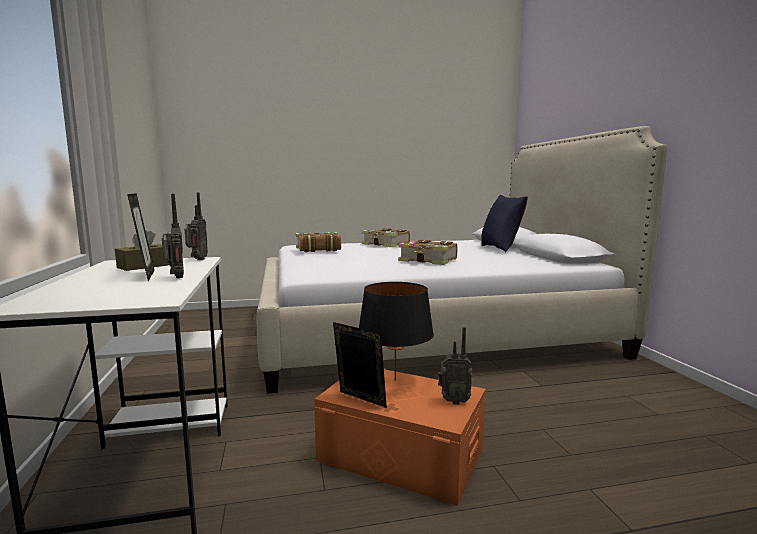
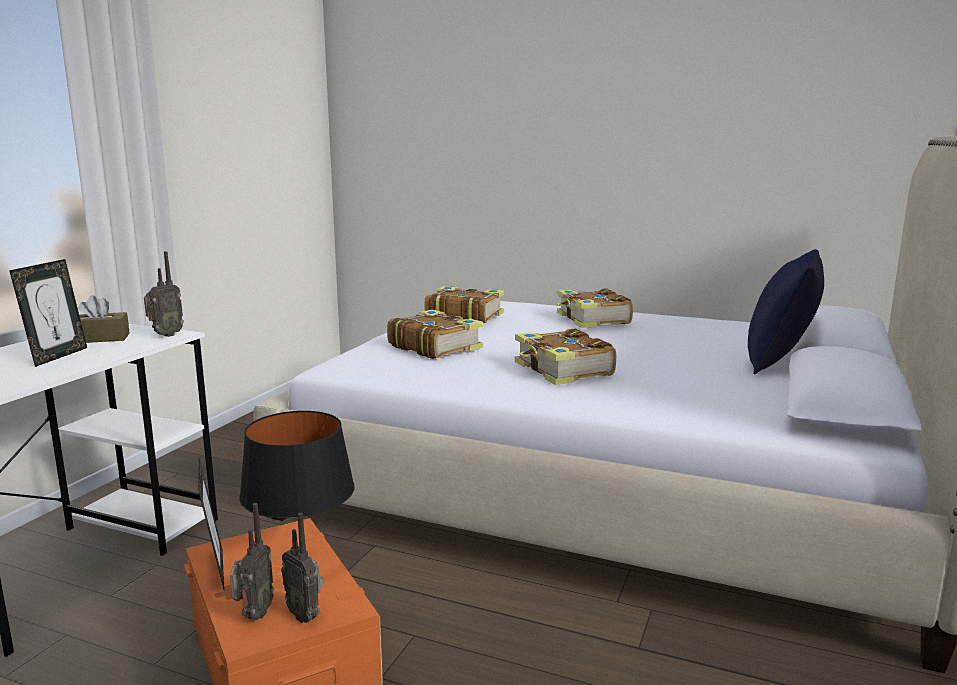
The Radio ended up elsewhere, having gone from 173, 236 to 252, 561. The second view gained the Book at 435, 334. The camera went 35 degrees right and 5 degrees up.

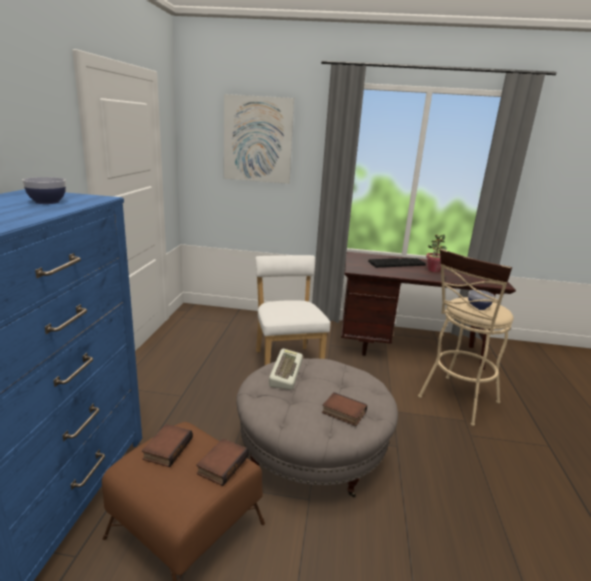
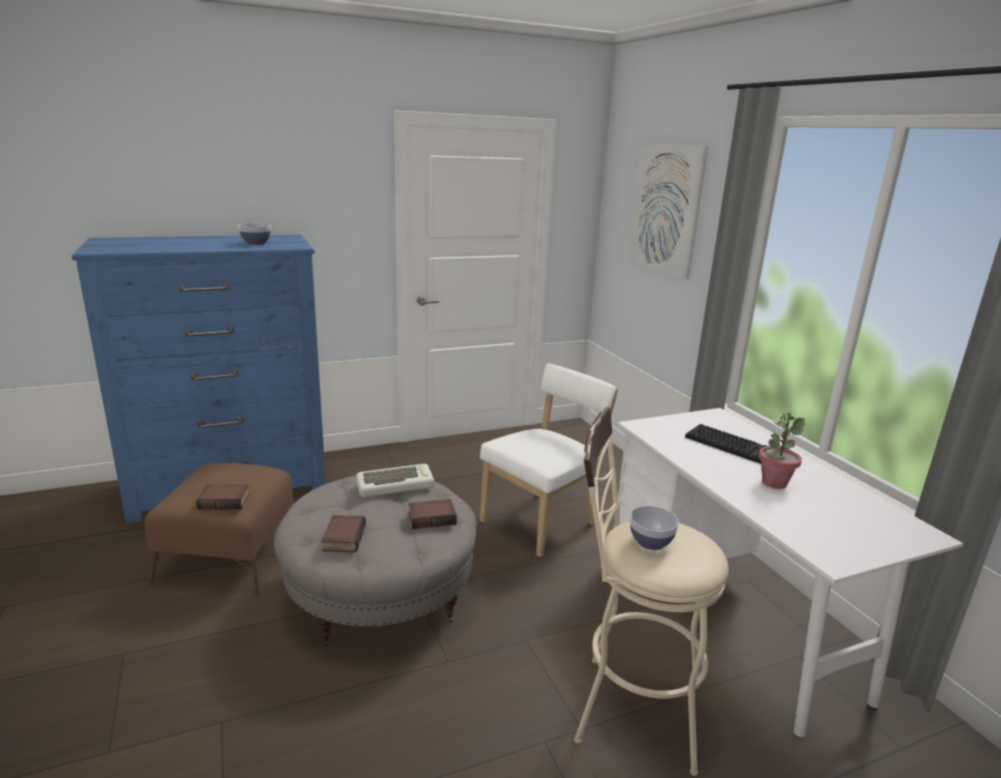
What was the BrownDesk at 428, 311 turned into the WhiteDesk at 788, 572. The Book ended up elsewhere, having gone from 167, 445 to 432, 514. The camera went 60 degrees right and 0 degrees up.

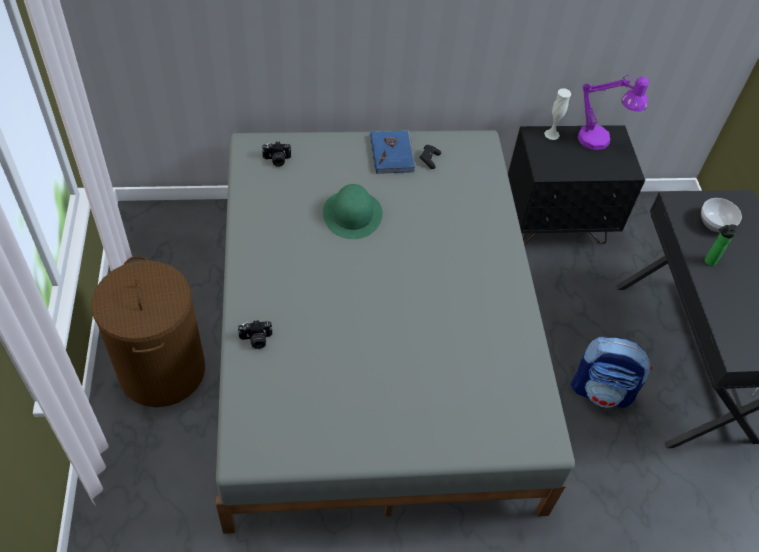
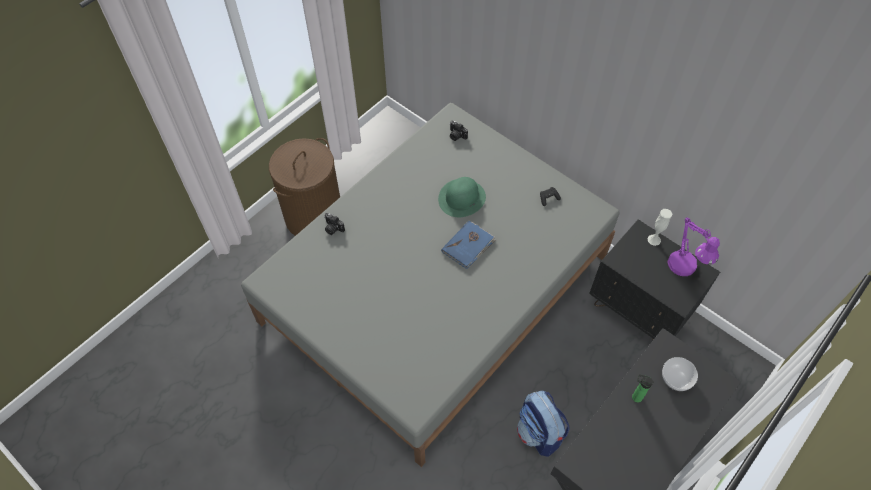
The BlueBook ended up elsewhere, having gone from 392, 152 to 468, 245. The camera went 50 degrees right and 5 degrees up.

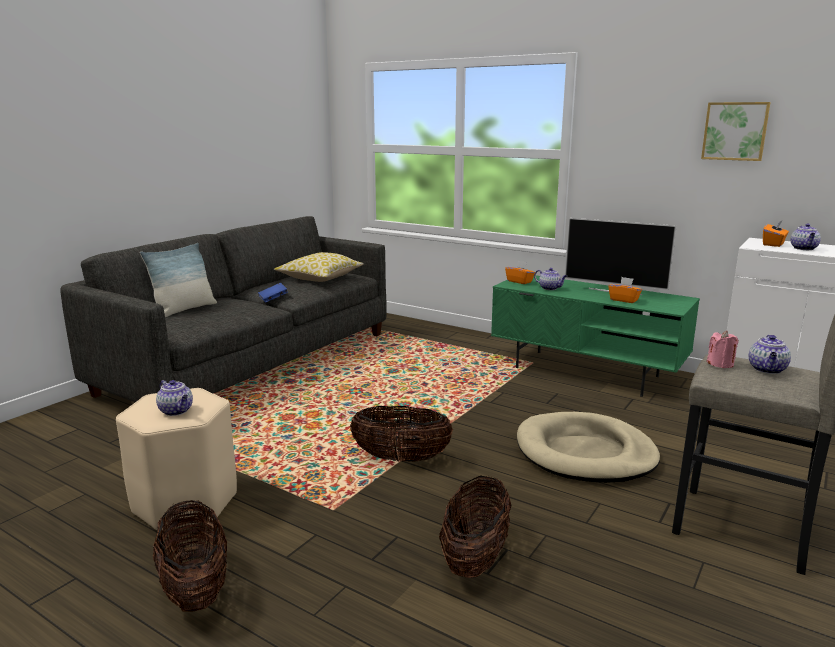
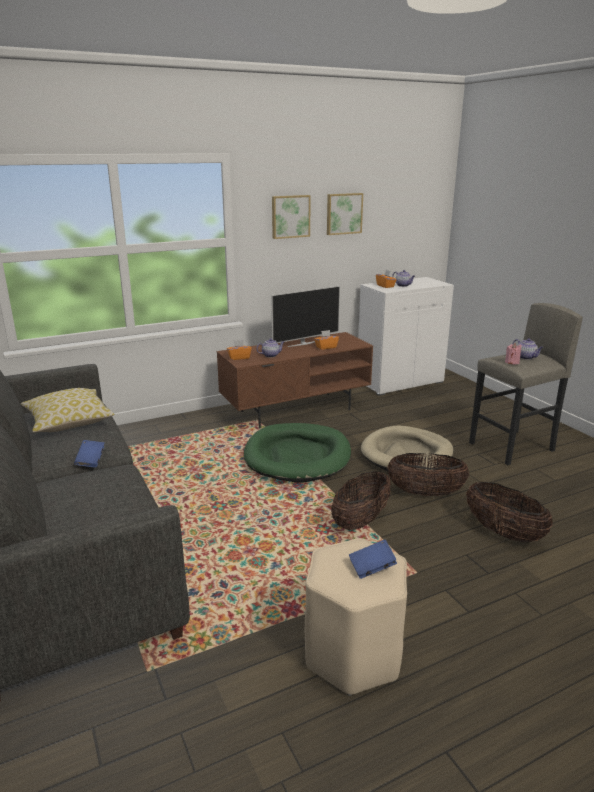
The second view lost the Pillow at 178, 280. What was the GreenTvStand at 595, 336 turned into the BrownTvStand at 295, 380. Where the Teapot stood at 174, 398, the BlueBook came to stand at 373, 559. The Basket ended up elsewhere, having gone from 190, 556 to 428, 474. The second view gained the Picture at 291, 217. The second view gained the GreenDogBed at 297, 453. The camera went 60 degrees left and 5 degrees up.

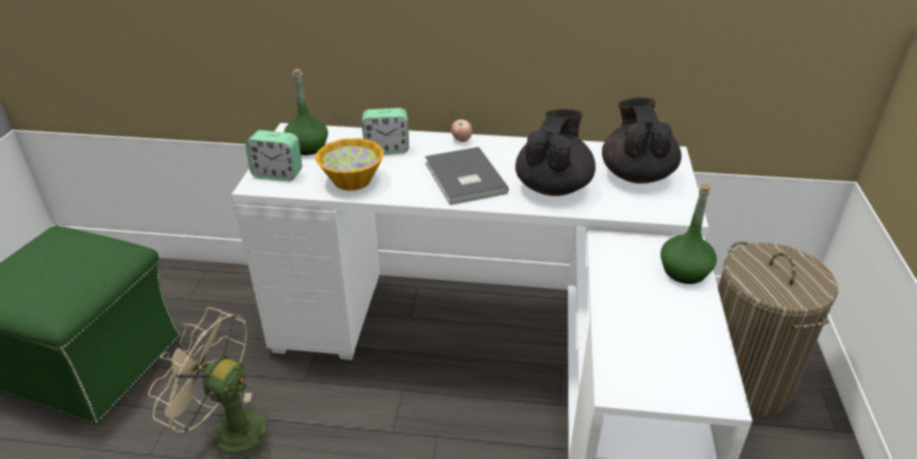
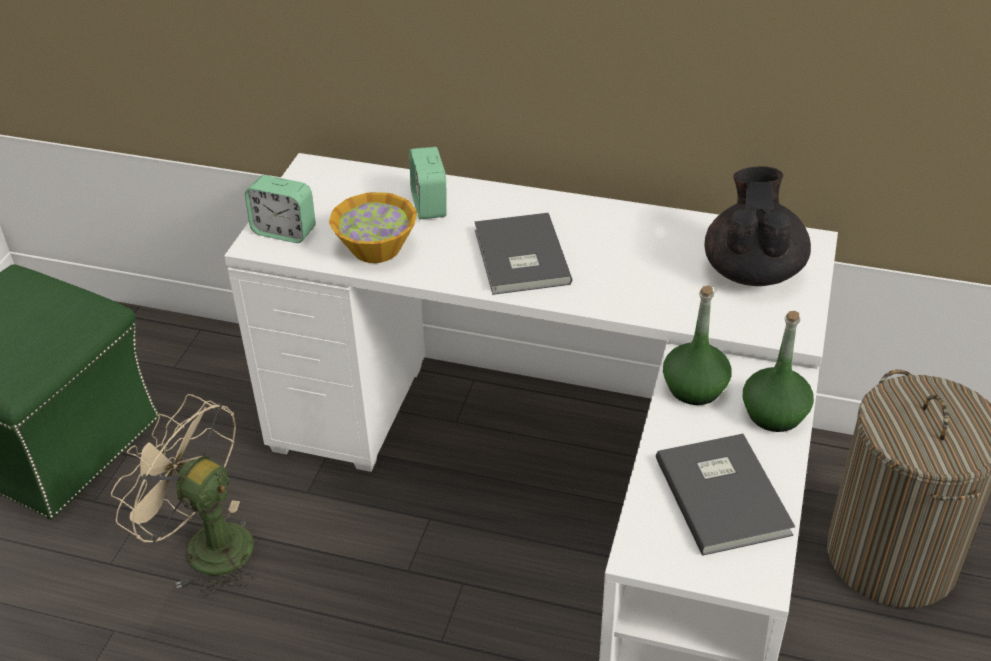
The GreenBottle ended up elsewhere, having gone from 306, 112 to 697, 345. The AlarmClock at 385, 131 ended up facing another way, 75 degrees clockwise from before. The second view lost the BlackTeapot at 555, 152. The second view lost the Apple at 461, 131. The second view gained the GreyBook at 725, 495. The camera went 10 degrees right and 5 degrees up.

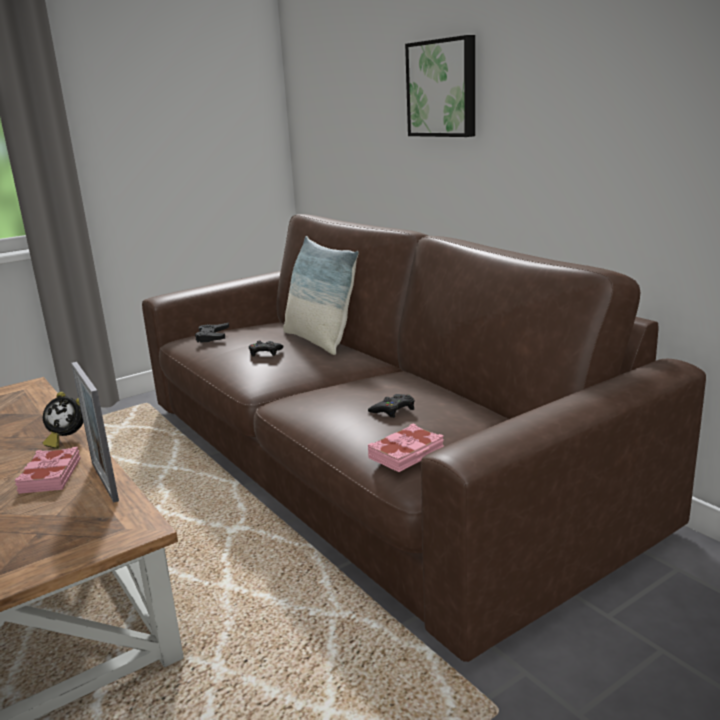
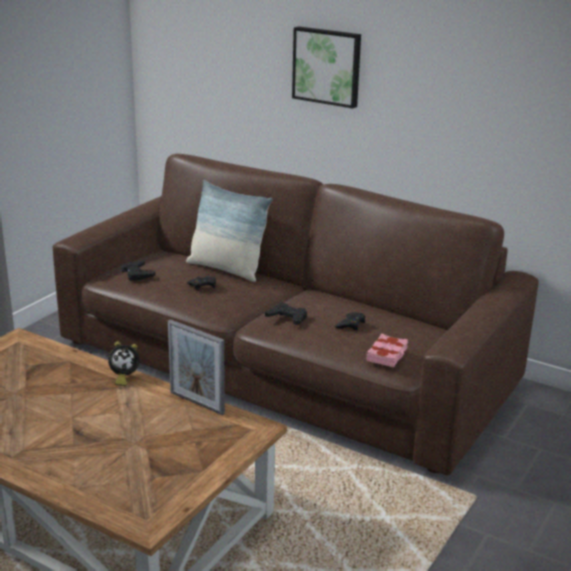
The second view lost the PinkBook at 47, 470. The second view gained the BlackGameController at 286, 314. The camera went 25 degrees left and 5 degrees up.

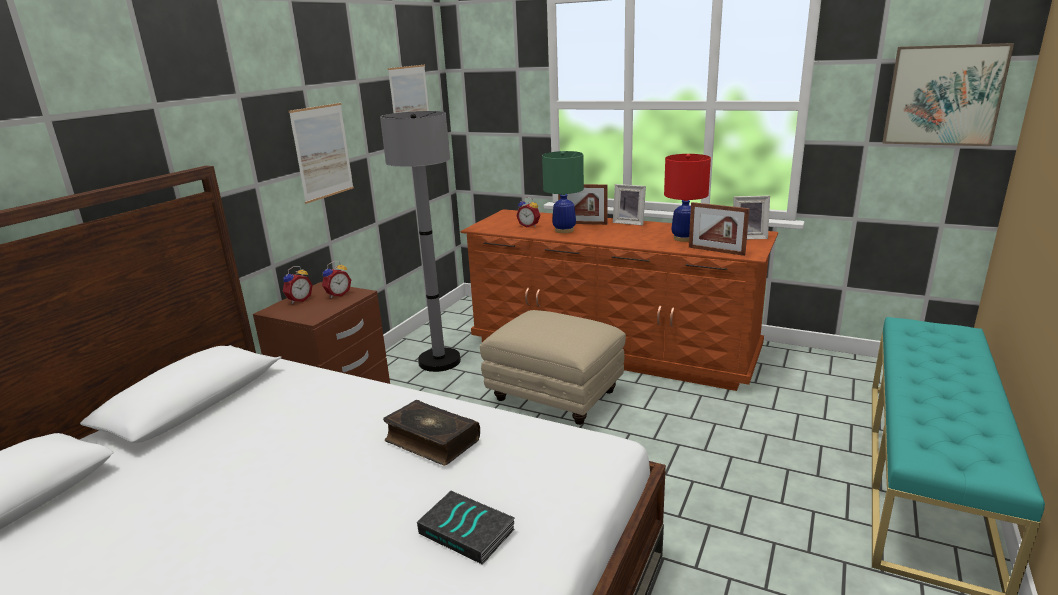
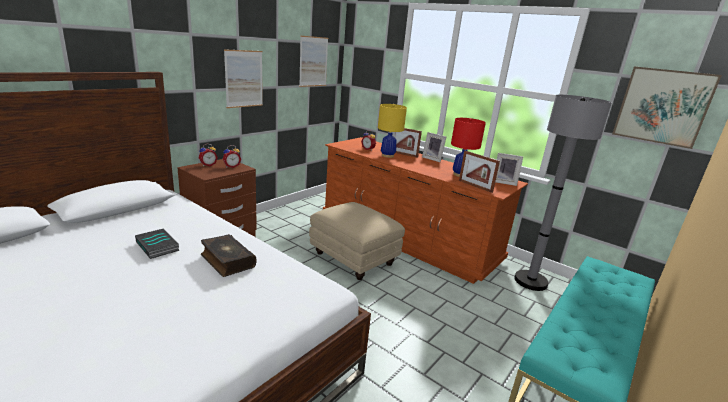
The GreyFloorLamp ended up elsewhere, having gone from 420, 241 to 563, 193. What was the GreenTableLamp at 563, 192 turned into the YellowTableLamp at 392, 131. The Book ended up elsewhere, having gone from 466, 528 to 157, 243. The camera went 10 degrees right and 0 degrees up.

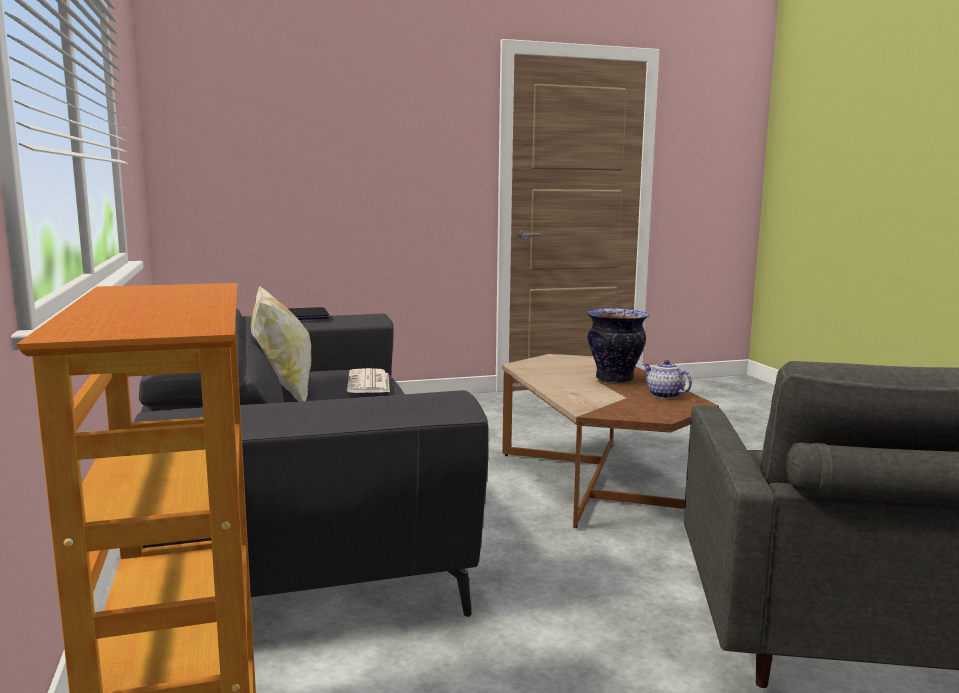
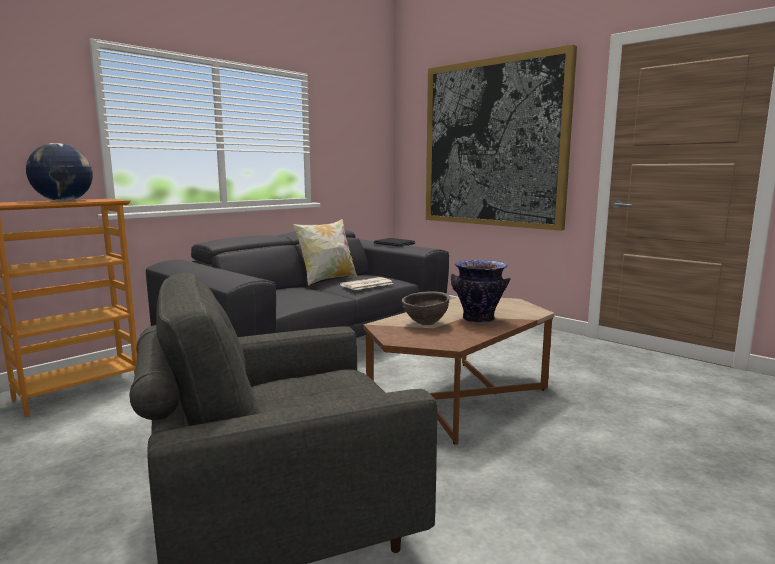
The second view lost the Teapot at 667, 379. The second view gained the Picture at 501, 138. The second view gained the Globe at 59, 172. The second view gained the BrownBowl at 426, 308. The camera went 60 degrees right and 0 degrees up.

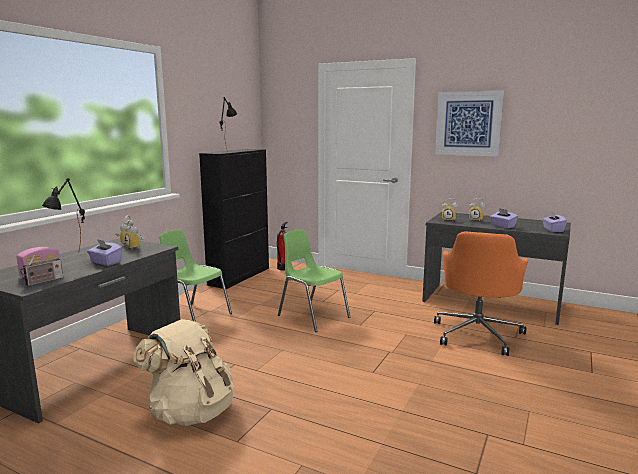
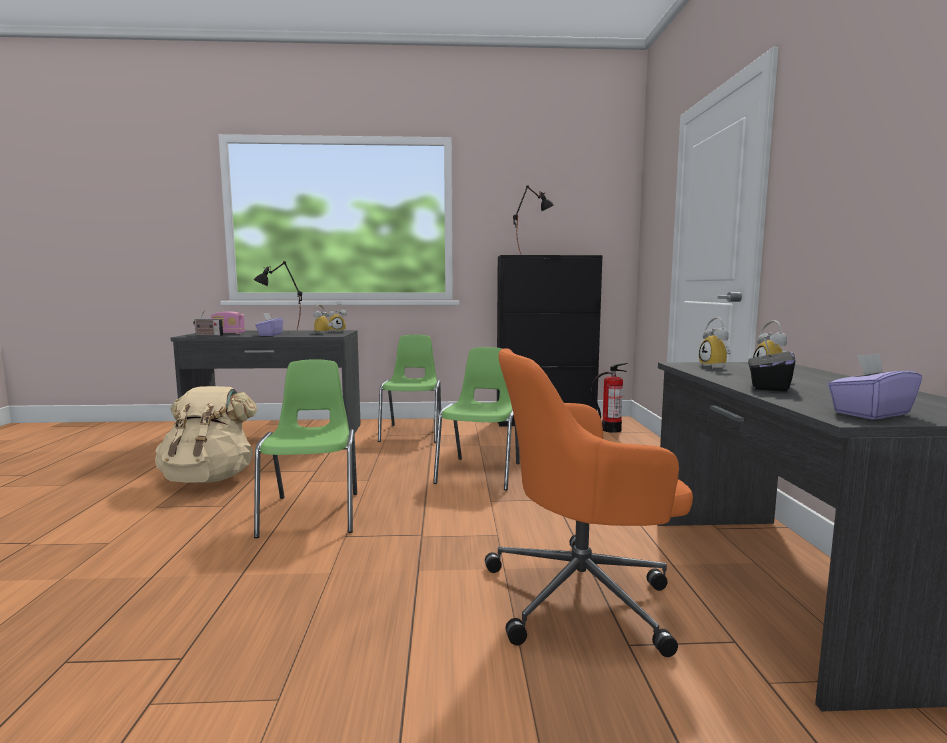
The second view lost the Picture at 469, 123. What was the PurpleTissueBox at 504, 218 turned into the BlackTissueBox at 772, 366. The second view gained the GreenChair at 305, 448. The camera went 60 degrees right and 5 degrees down.

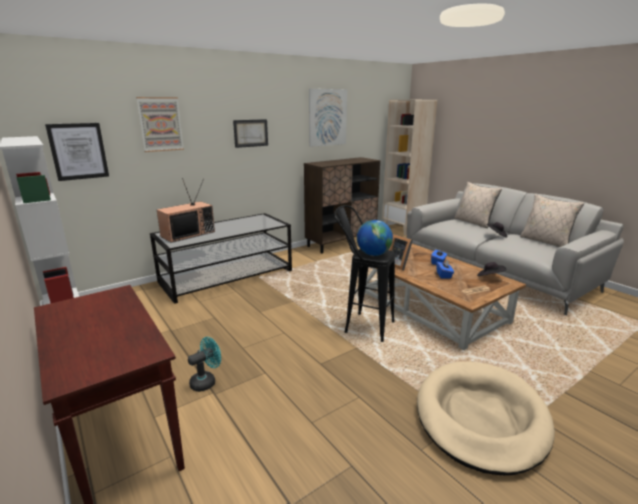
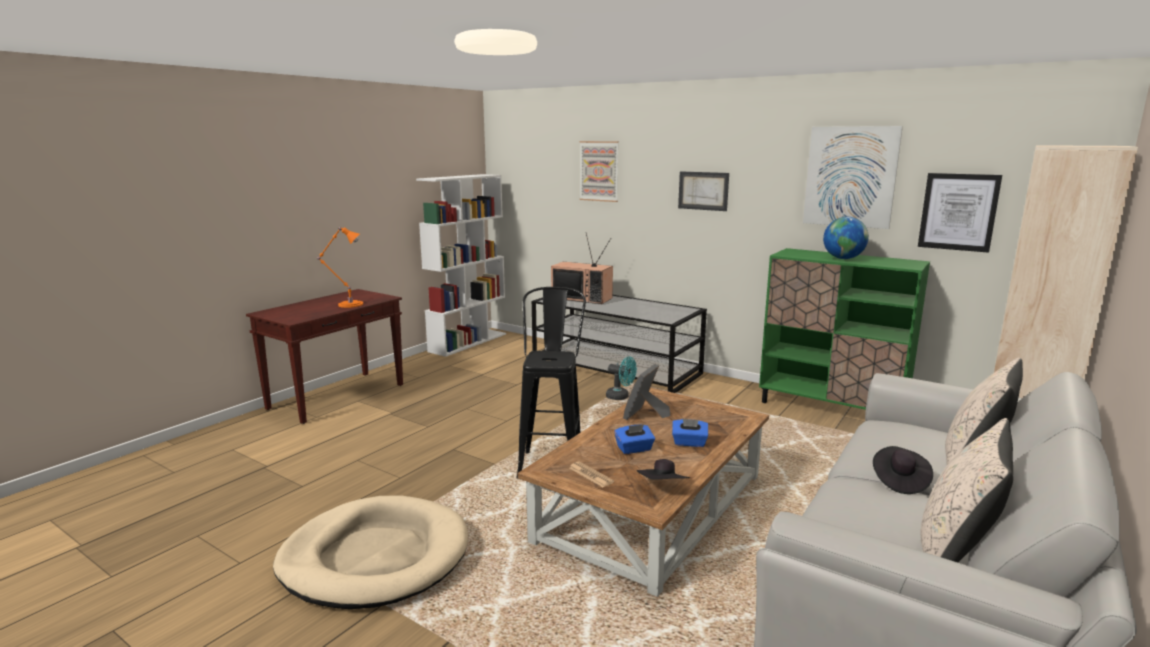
The Picture ended up elsewhere, having gone from 77, 152 to 960, 213. What was the BrownCabinet at 342, 205 turned into the GreenCabinet at 844, 329. The Globe ended up elsewhere, having gone from 375, 238 to 846, 238. The TurquoiseFan ended up elsewhere, having gone from 204, 364 to 621, 378. The second view gained the OrangeTableLamp at 340, 267. The camera went 70 degrees right and 5 degrees down.

